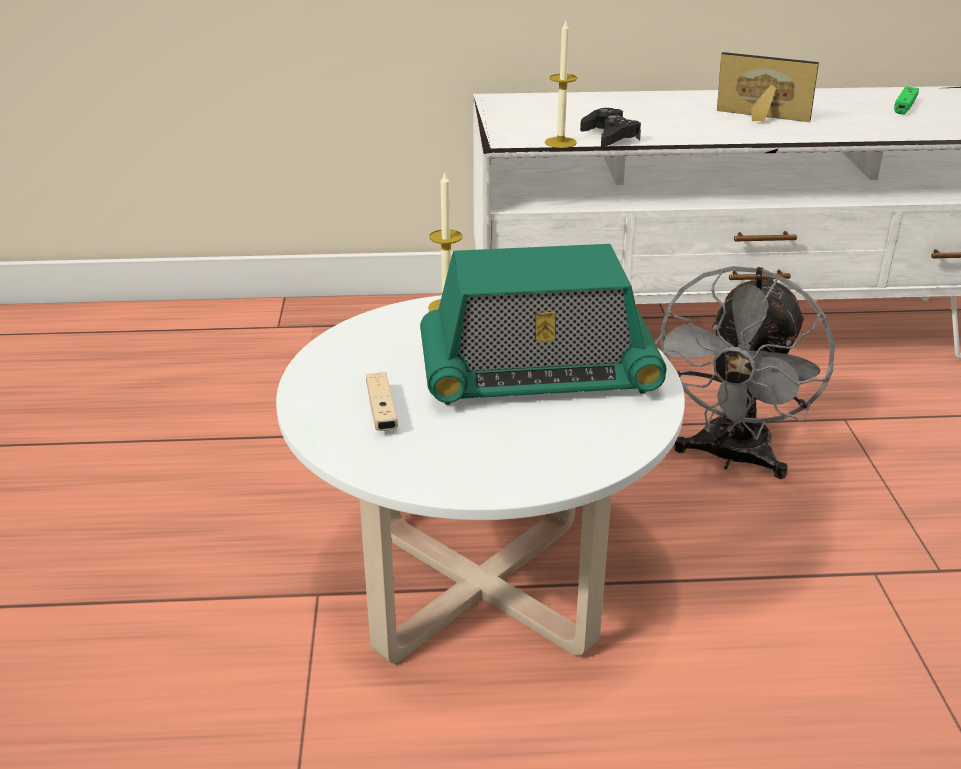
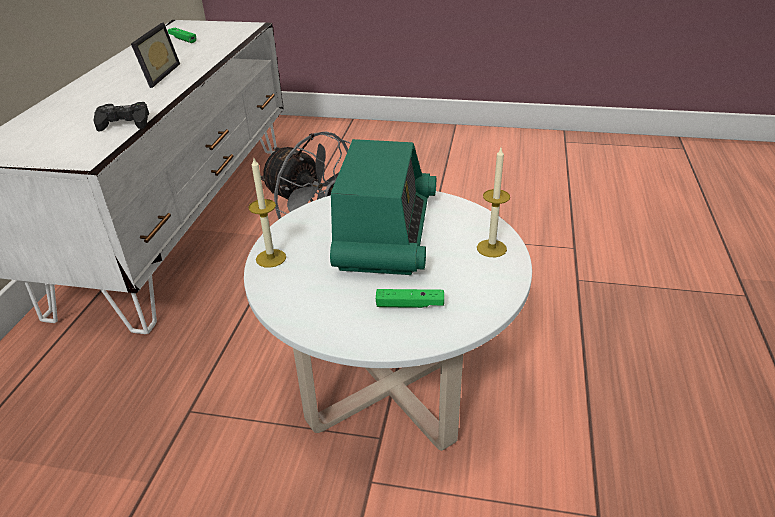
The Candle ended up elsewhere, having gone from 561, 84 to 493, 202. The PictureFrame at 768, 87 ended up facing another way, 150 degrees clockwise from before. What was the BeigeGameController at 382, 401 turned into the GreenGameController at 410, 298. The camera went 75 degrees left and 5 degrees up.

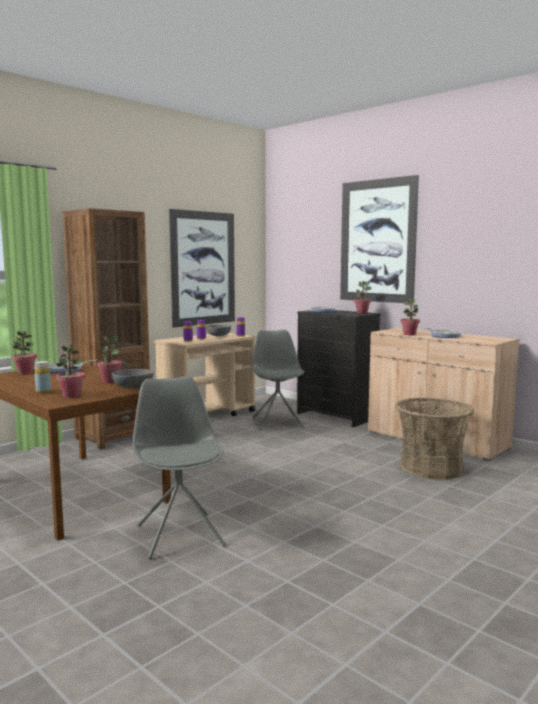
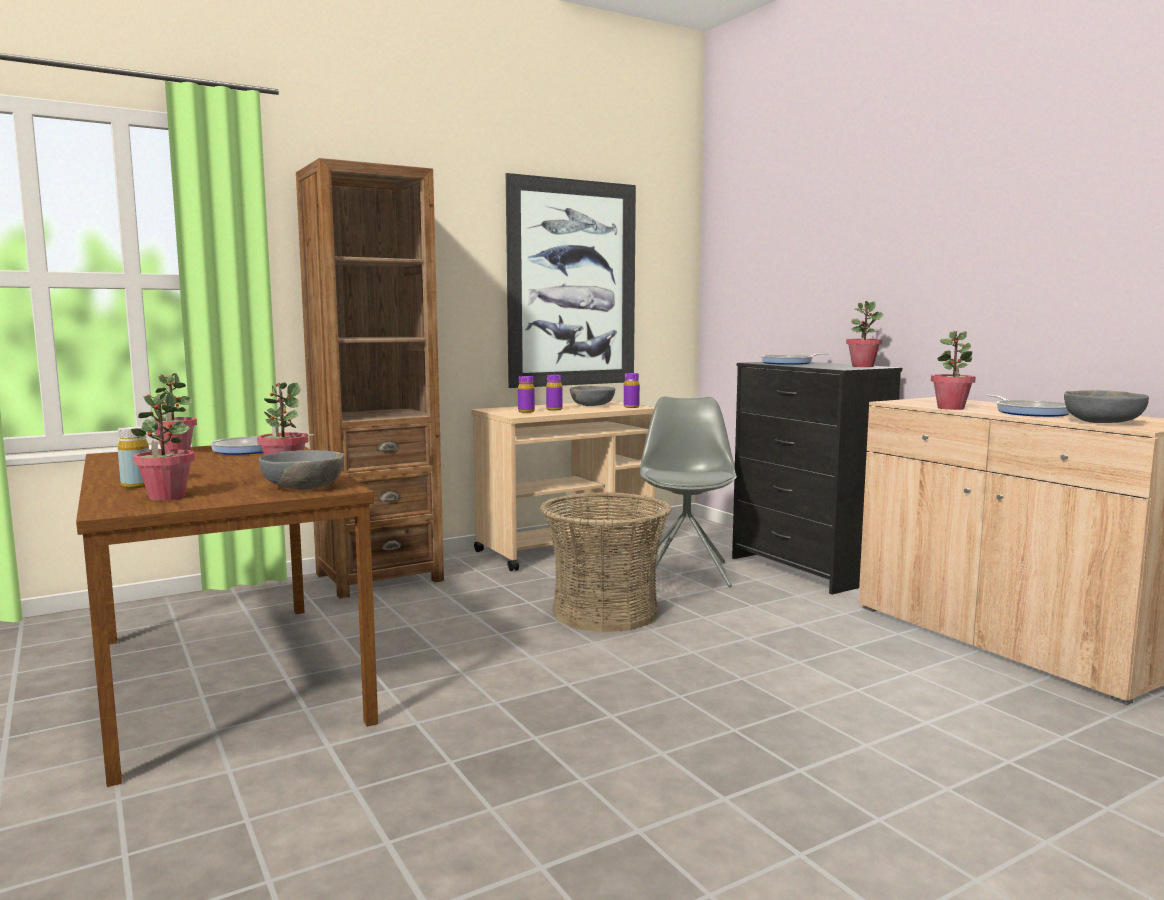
The second view lost the Picture at 379, 239. The second view lost the GreyChair at 179, 467. The Basket ended up elsewhere, having gone from 434, 438 to 606, 562. The second view gained the GreyBowl at 1106, 406. The camera went 15 degrees right and 0 degrees up.

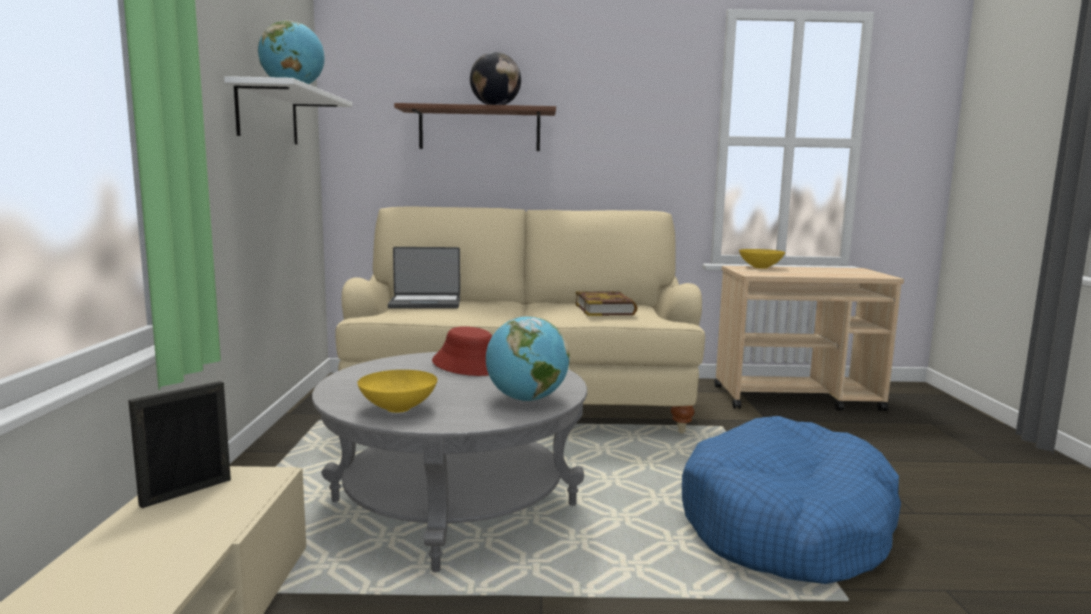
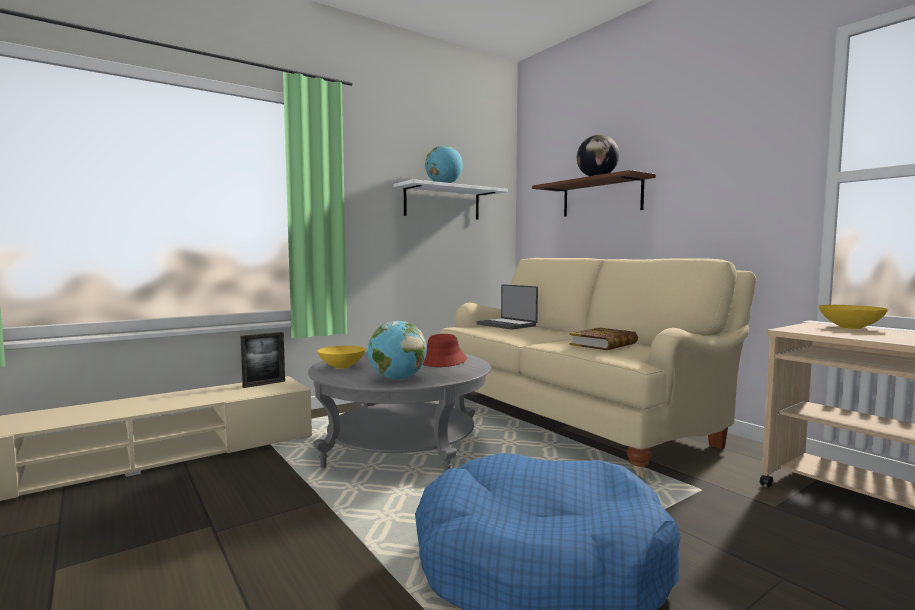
The PictureFrame at 179, 444 ended up facing another way, 135 degrees clockwise from before. The camera went 55 degrees right and 5 degrees down.

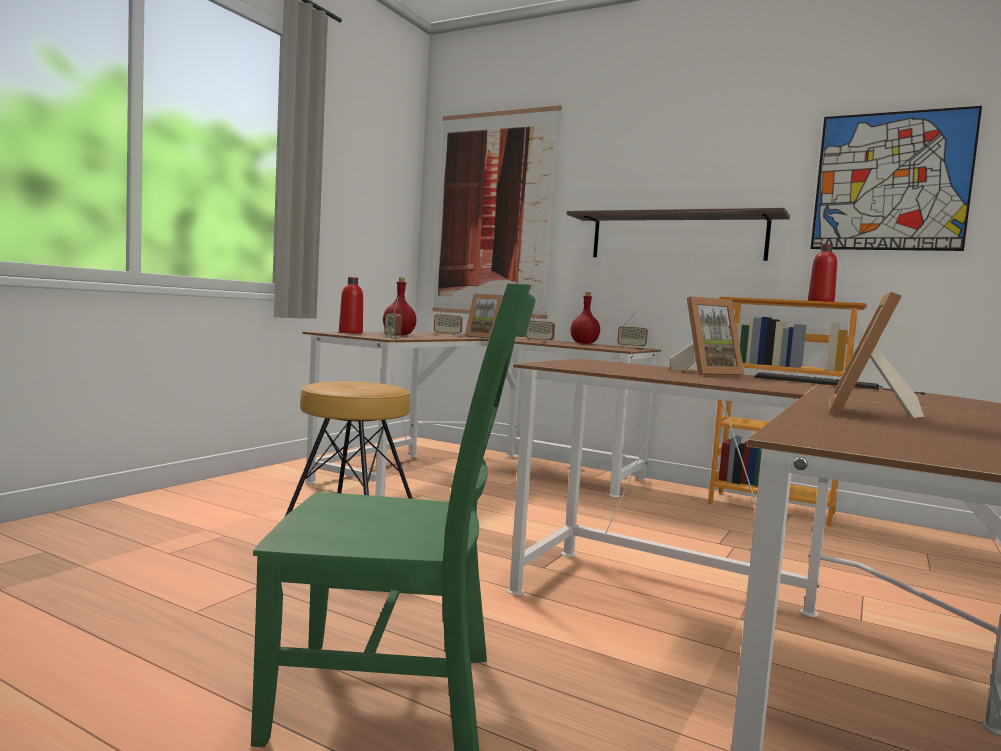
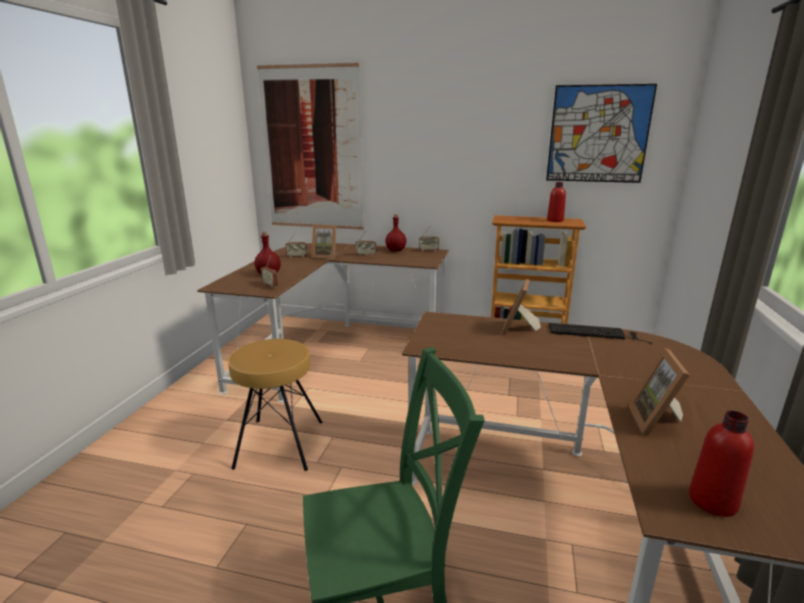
The second view lost the Shelf at 678, 234. The RedBottle ended up elsewhere, having gone from 351, 305 to 721, 464. The PictureFrame at 707, 336 ended up facing another way, 150 degrees clockwise from before. The camera went 15 degrees left and 15 degrees up.

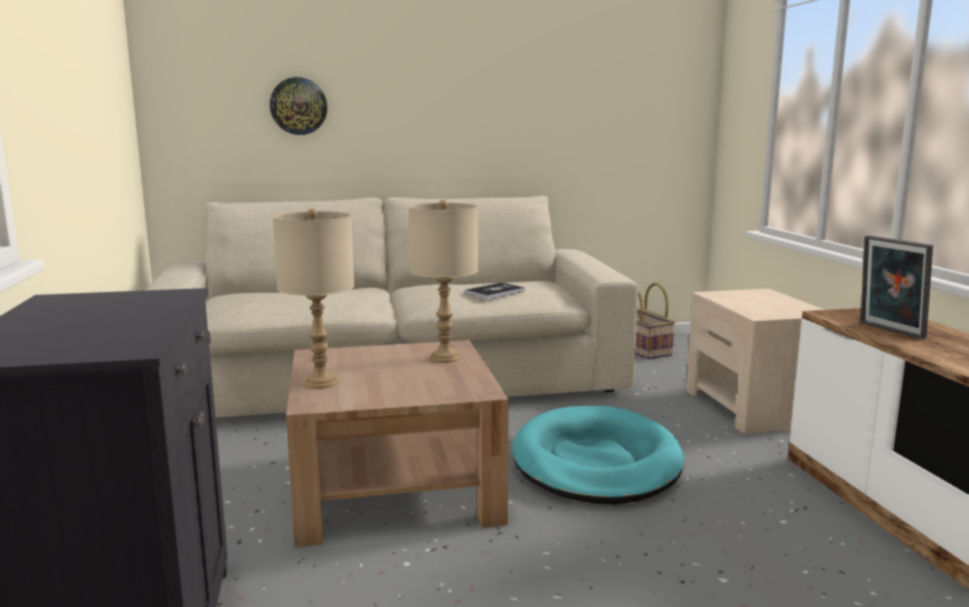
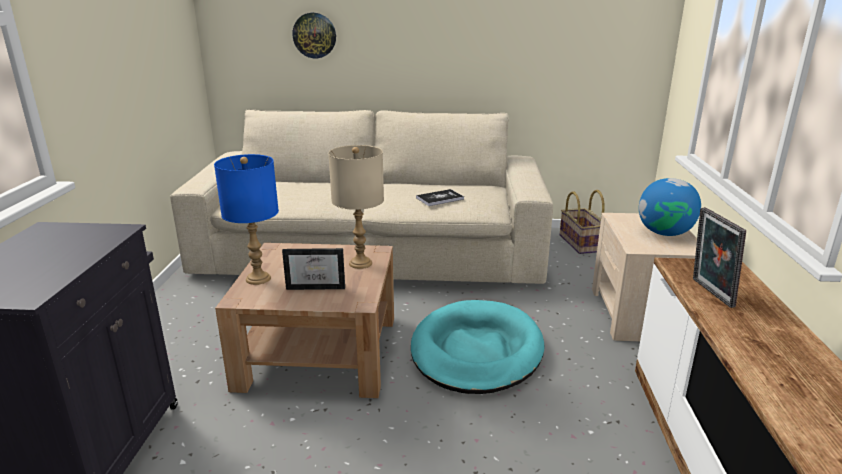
What was the BeigeTableLamp at 313, 299 turned into the BlueTableLamp at 246, 219. The second view gained the Globe at 670, 207. The second view gained the PictureFrame at 313, 269. The camera went 15 degrees right and 10 degrees up.

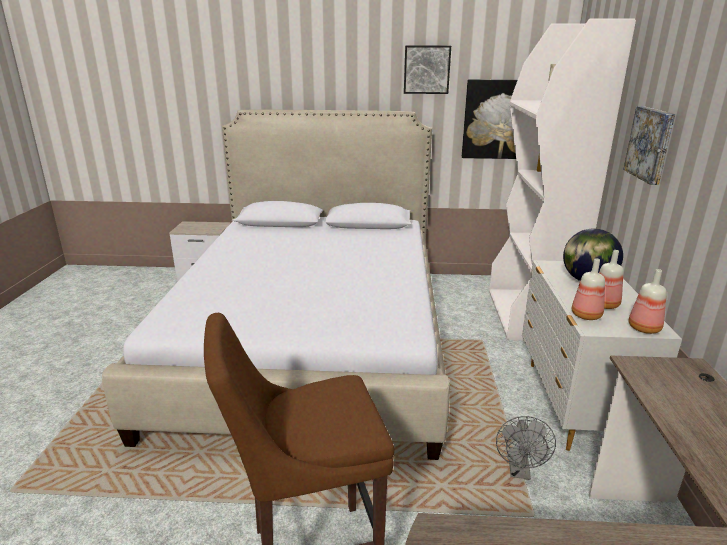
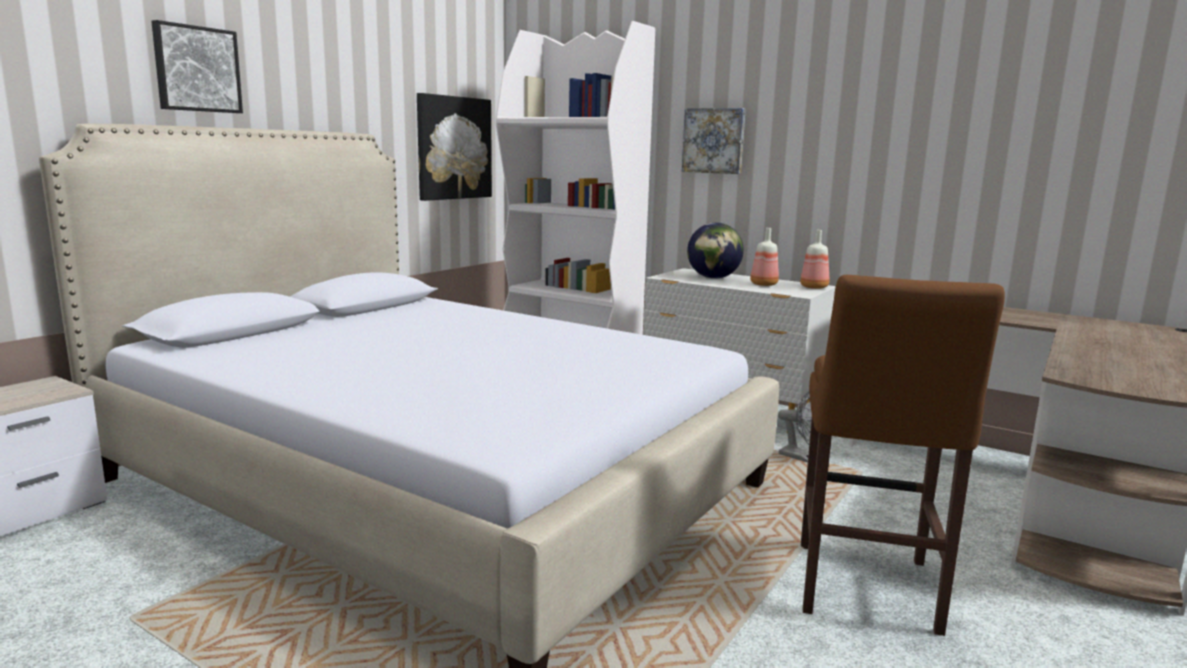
The Picture ended up elsewhere, having gone from 427, 69 to 197, 66. The second view lost the Bottle at 588, 289. The camera went 60 degrees left and 10 degrees down.

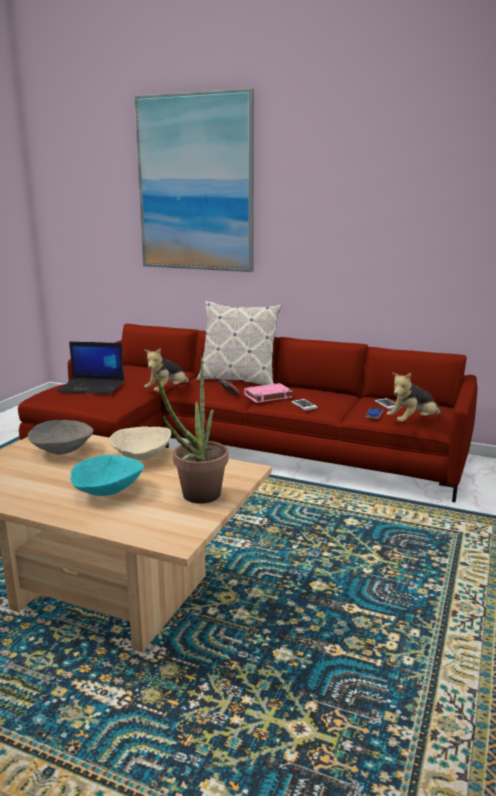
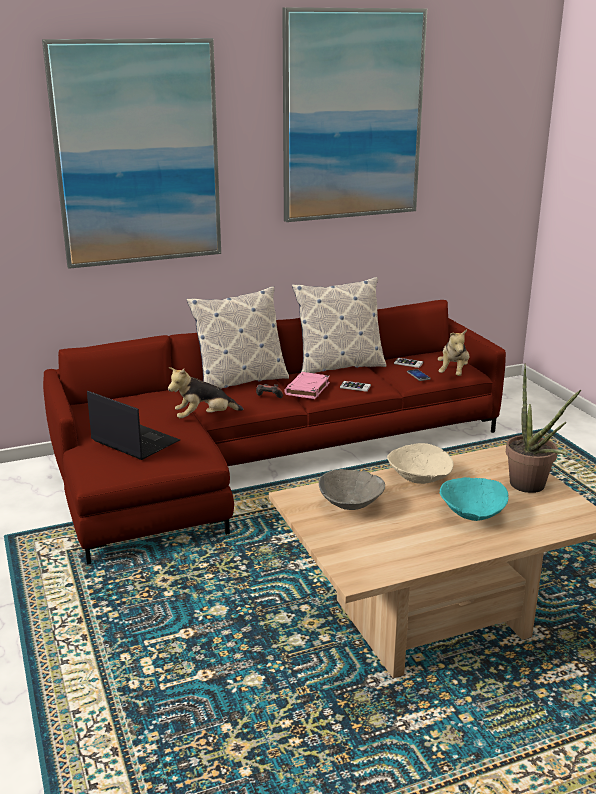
The Laptop at 90, 368 ended up facing another way, 105 degrees counterclockwise from before. The PlushToy at 167, 370 ended up facing another way, 75 degrees clockwise from before. The second view gained the Picture at 354, 114. The second view gained the Pillow at 339, 325. The camera went 45 degrees left and 5 degrees up.

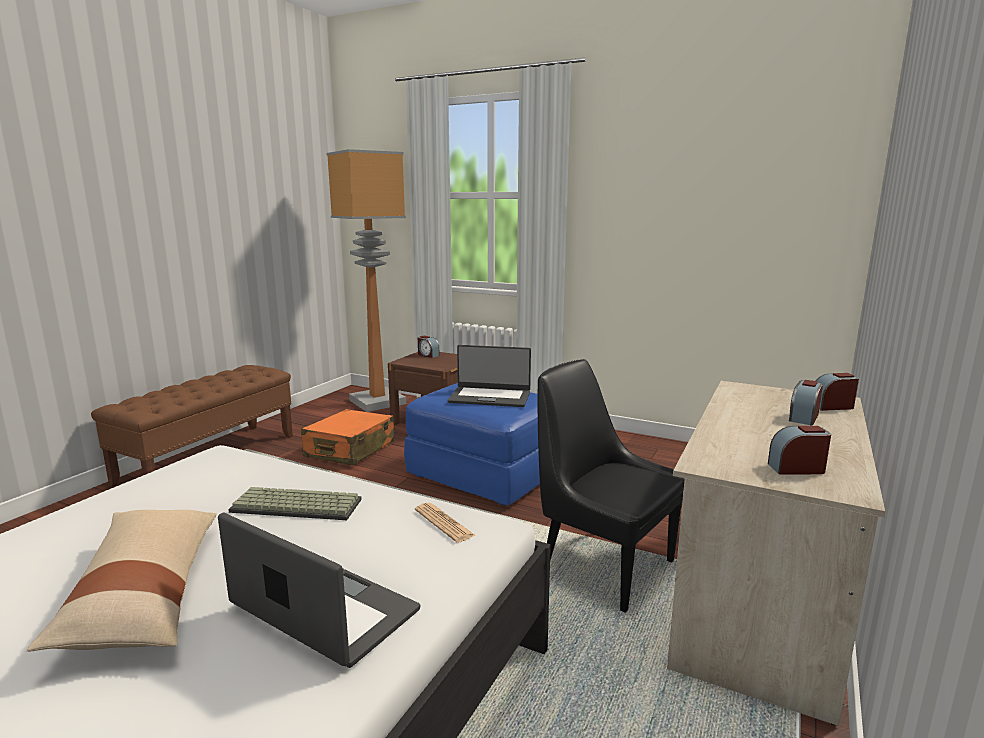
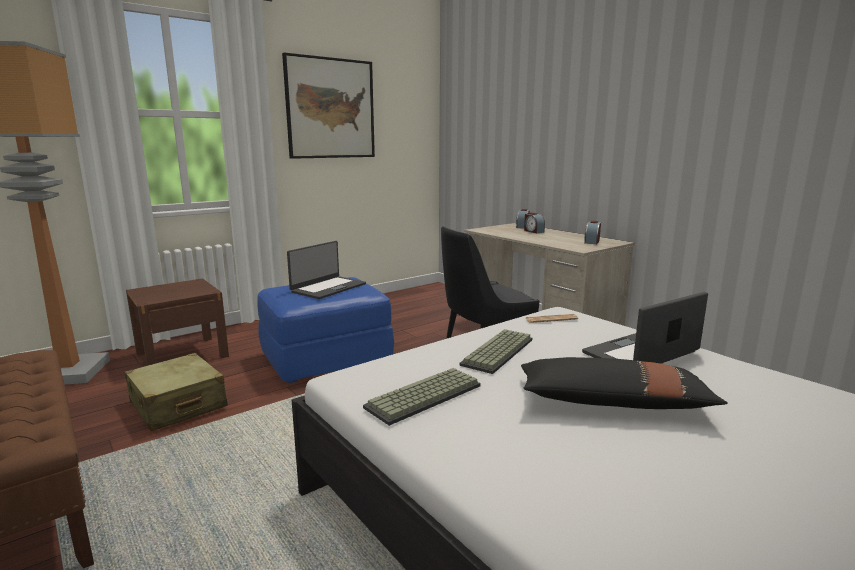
The second view lost the AlarmClock at 429, 347. What was the OrangeSuitcase at 348, 437 turned into the BeigeSuitcase at 176, 392. What was the BeigePillow at 122, 581 turned into the BlackPillow at 624, 383. The second view gained the Picture at 328, 106. The second view gained the Keyboard at 421, 397. The camera went 65 degrees left and 0 degrees up.

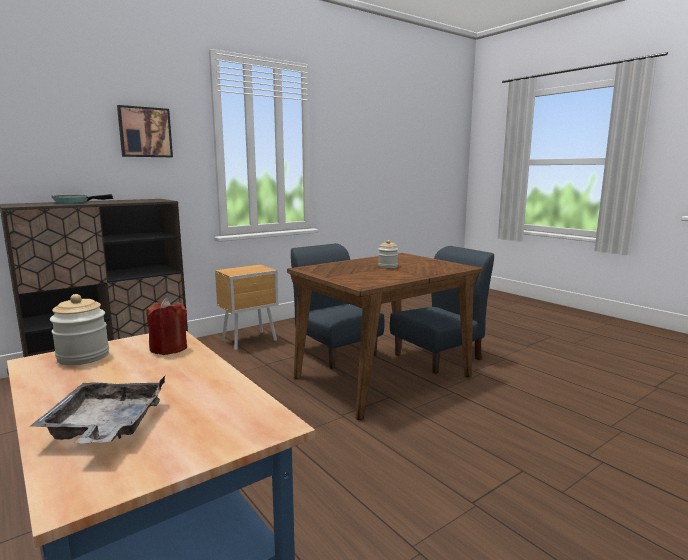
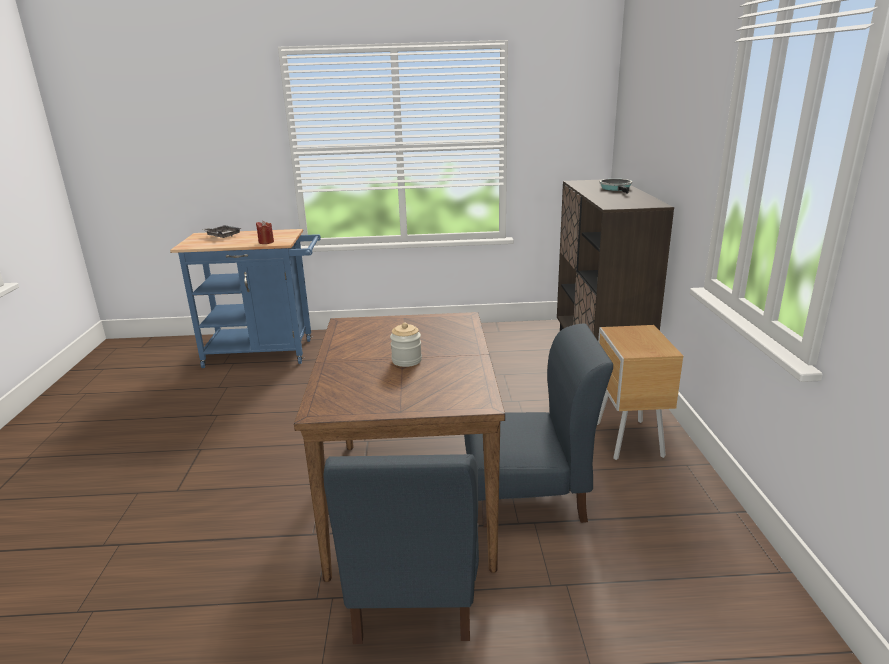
The second view lost the Picture at 145, 131. The second view lost the Jar at 79, 329. The camera went 125 degrees right and 10 degrees up.

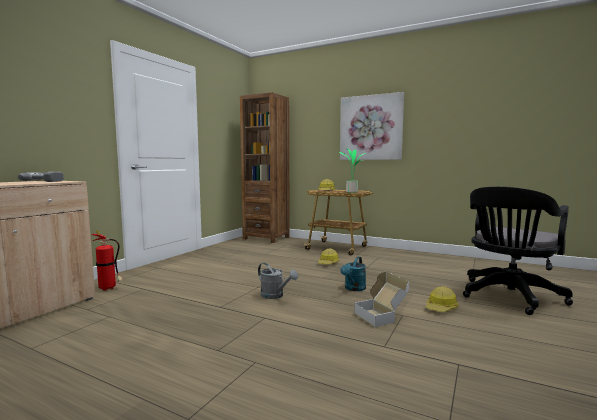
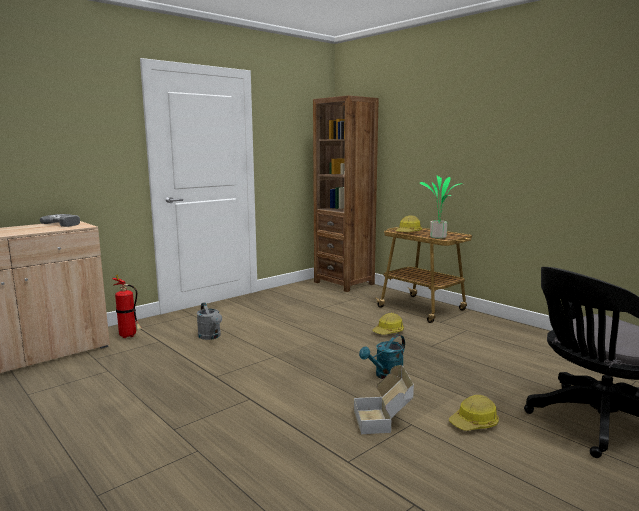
The second view lost the Picture at 372, 126. The GreyWateringCan ended up elsewhere, having gone from 278, 281 to 209, 321. The camera went 20 degrees right and 5 degrees up.

